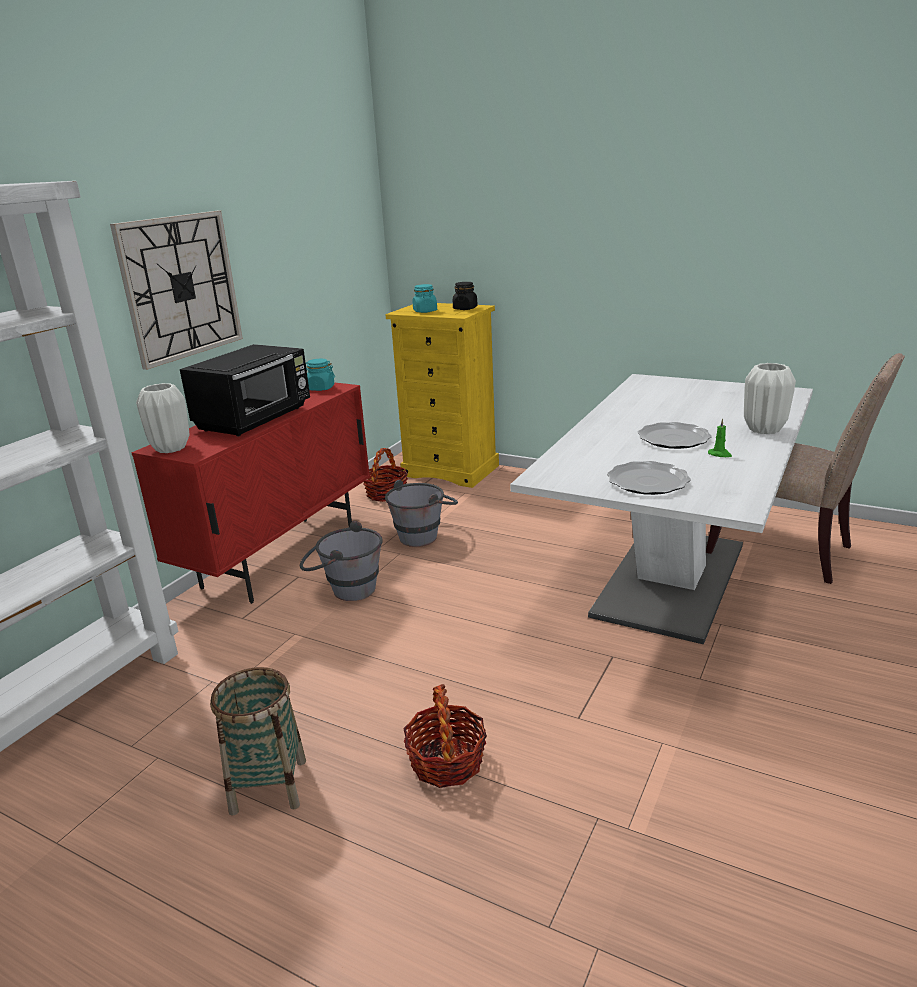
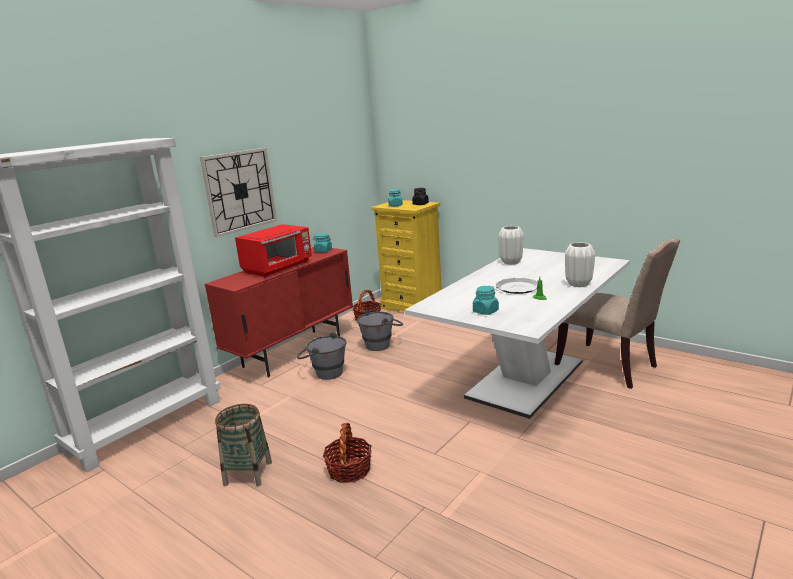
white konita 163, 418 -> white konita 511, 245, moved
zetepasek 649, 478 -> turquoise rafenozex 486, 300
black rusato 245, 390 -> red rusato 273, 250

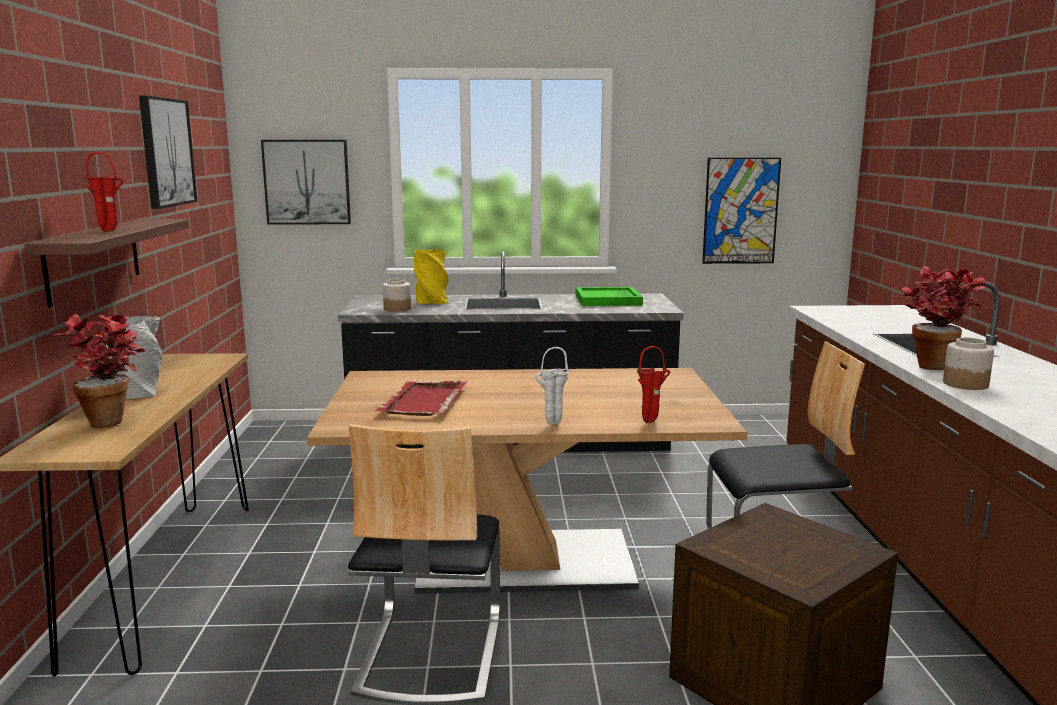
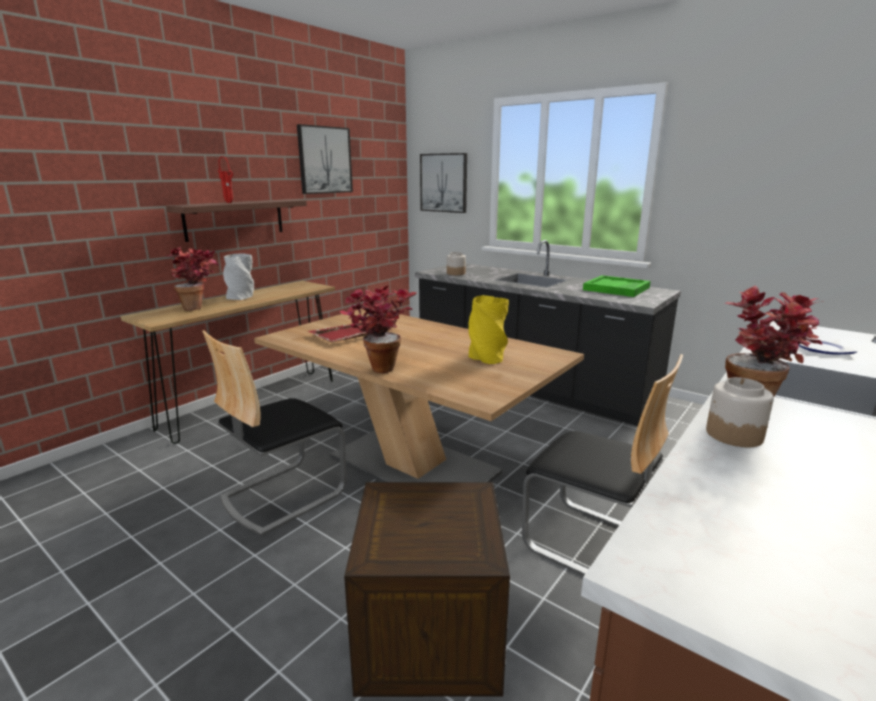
red konita 654, 384 -> none
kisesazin 741, 211 -> none
none -> zetepasek 828, 346
yellow konita 431, 277 -> yellow konita 488, 329, moved
white konita 552, 386 -> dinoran 378, 329

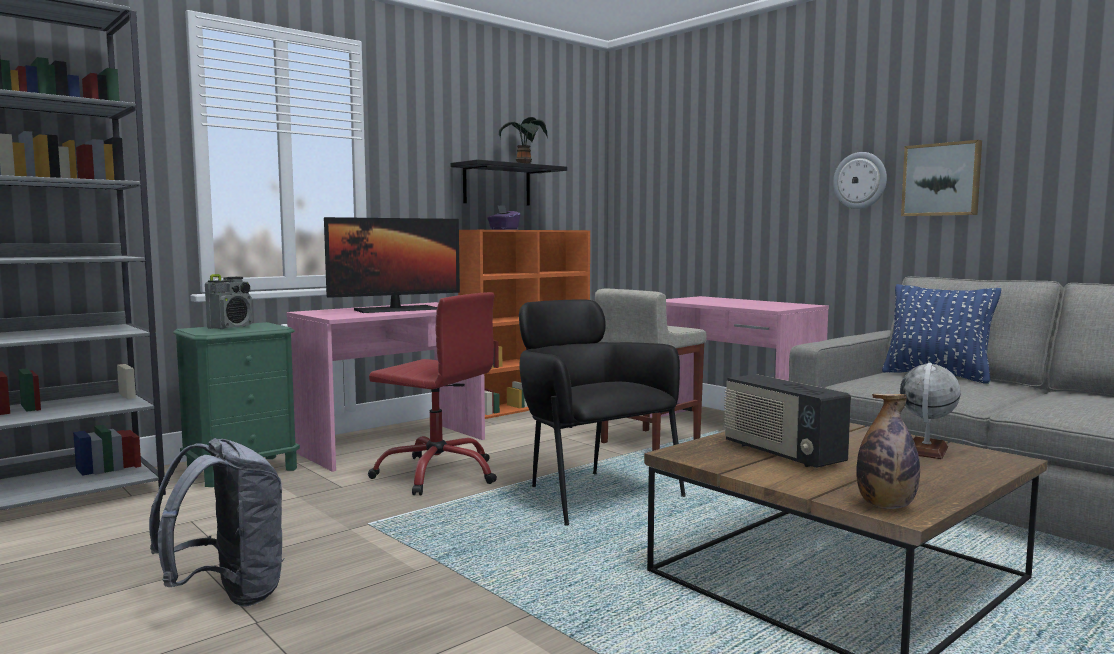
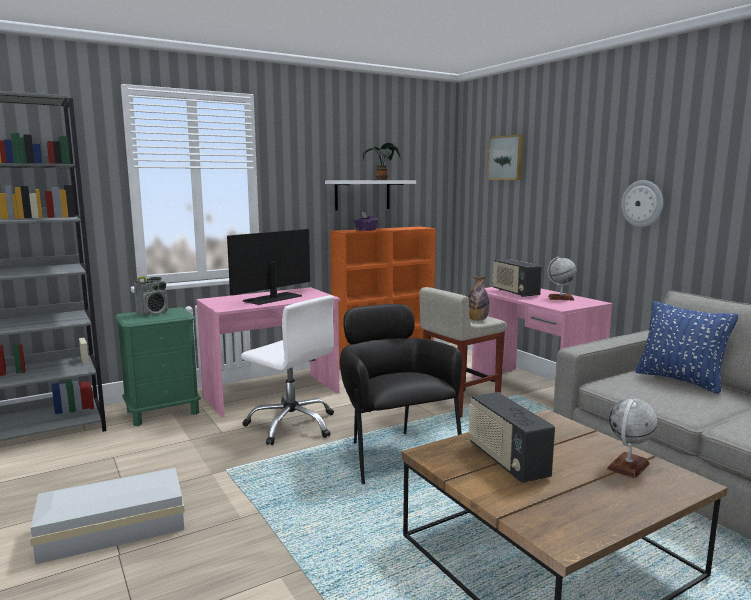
none -> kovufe 517, 278
none -> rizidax 561, 278
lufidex 888, 451 -> lufidex 478, 299, moved
kisesazin 941, 178 -> kisesazin 506, 157, moved
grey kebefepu 217, 522 -> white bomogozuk 107, 516
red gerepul 432, 393 -> white gerepul 287, 370
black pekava 509, 182 -> white pekava 370, 196
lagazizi 392, 265 -> lagazizi 268, 267, 150 degrees clockwise

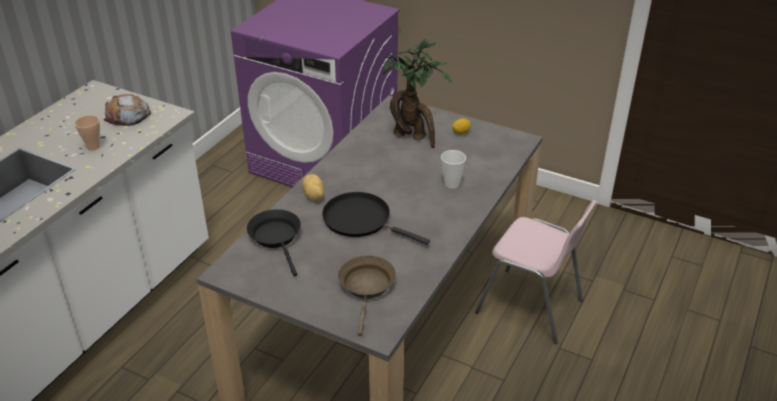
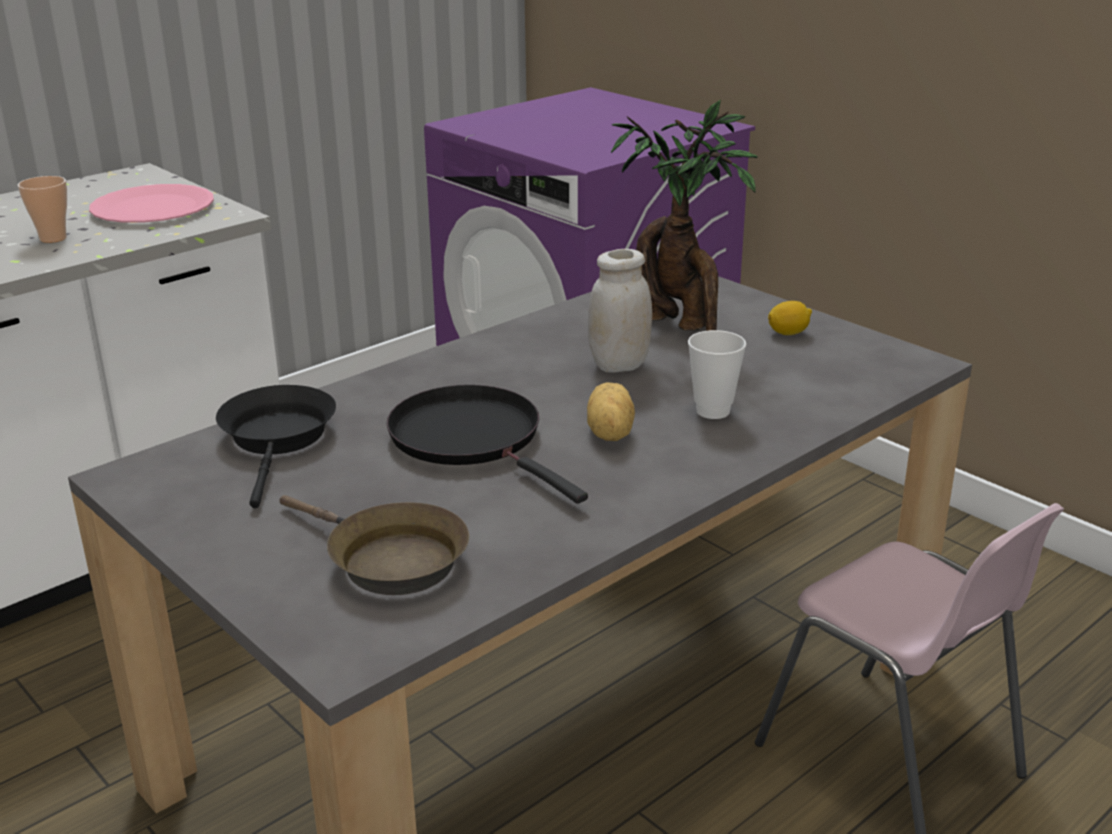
none -> white rafenozex 620, 311
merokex 313, 187 -> merokex 611, 411, moved
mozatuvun 127, 110 -> pink zetepasek 151, 203
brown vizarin 367, 295 -> brown vizarin 374, 545, 105 degrees clockwise

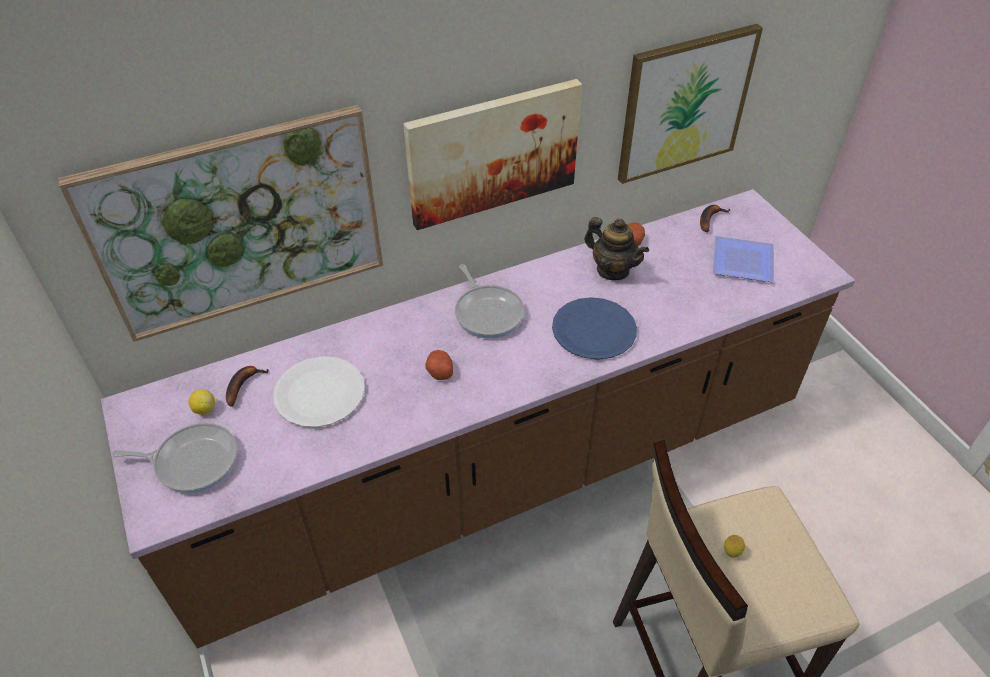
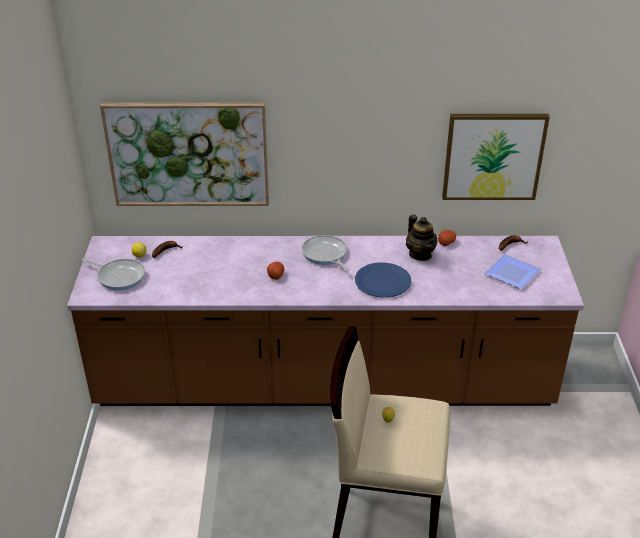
white zetepasek 319, 391 -> none
kisesazin 492, 154 -> none
vizarin 490, 301 -> vizarin 325, 253, 150 degrees clockwise

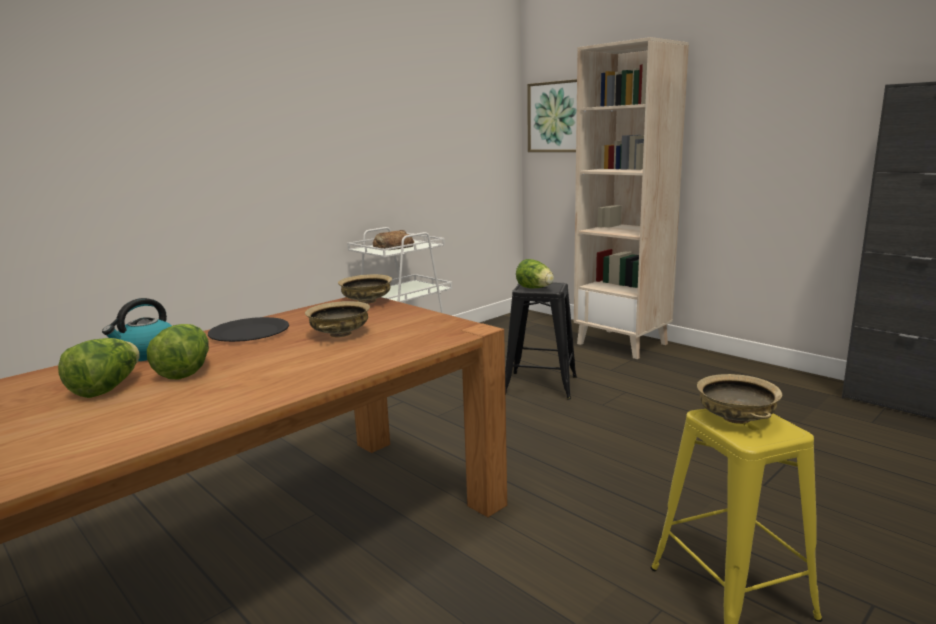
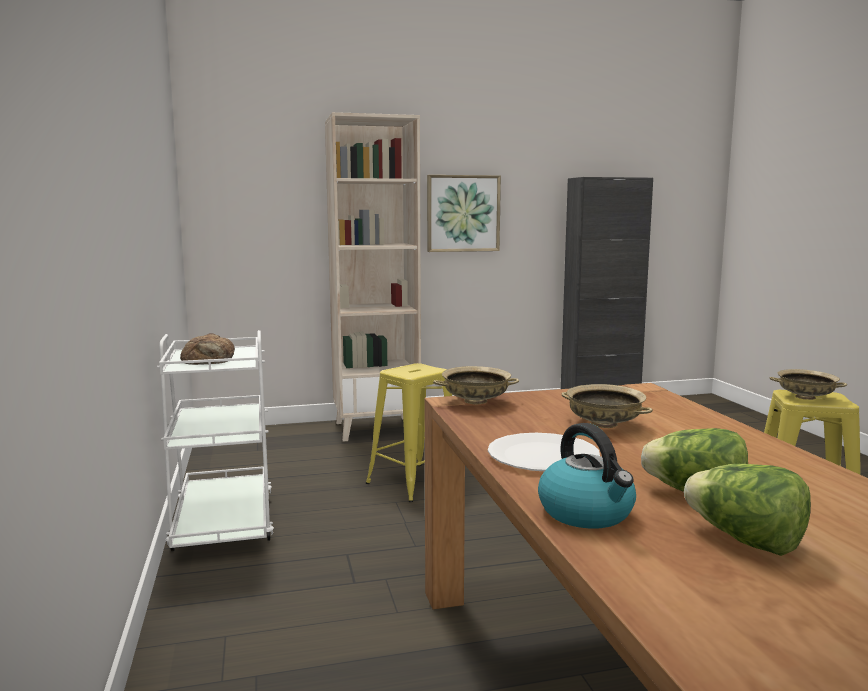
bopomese 535, 273 -> none
kisesazin 552, 115 -> kisesazin 464, 213, moved
black zetepasek 248, 329 -> white zetepasek 544, 452
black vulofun 541, 341 -> yellow vulofun 409, 432

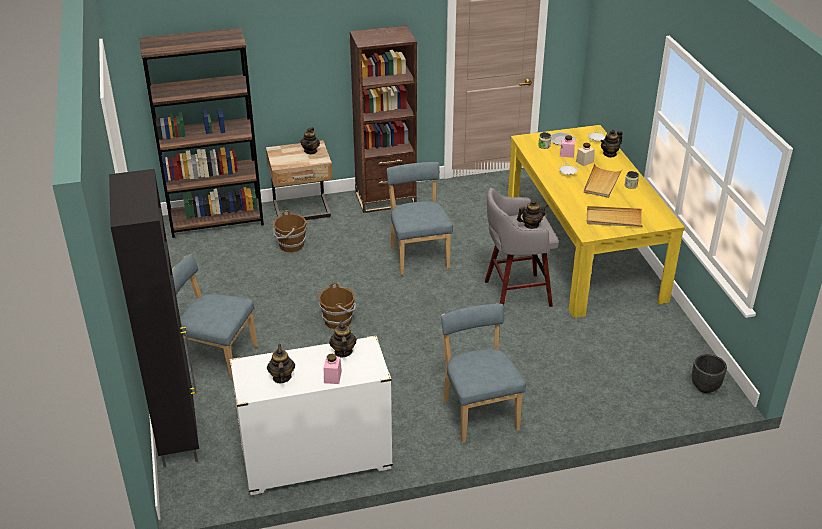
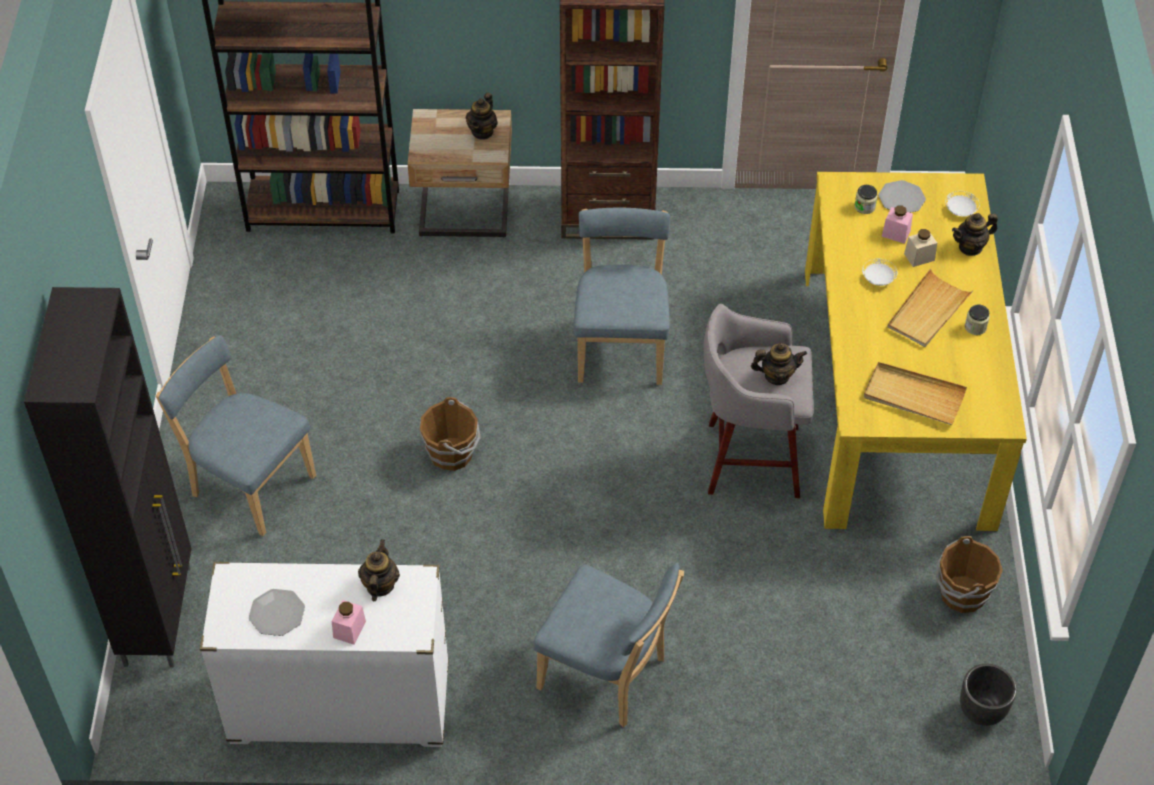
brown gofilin 290, 231 -> brown gofilin 969, 574, moved
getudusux 281, 363 -> zetepasek 277, 612
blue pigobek 483, 373 -> blue pigobek 608, 645, 120 degrees clockwise

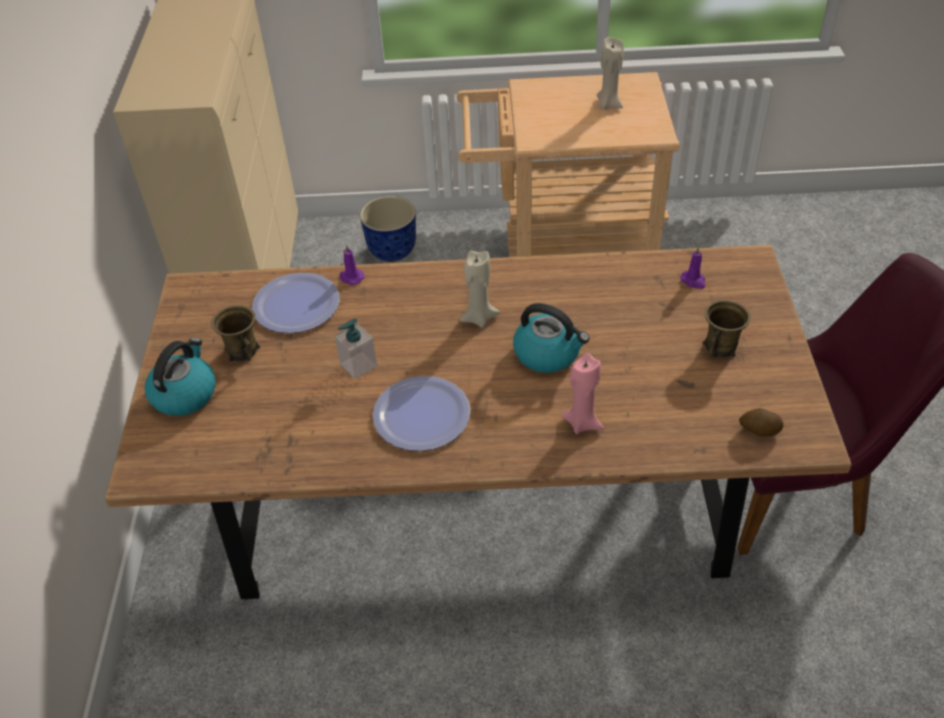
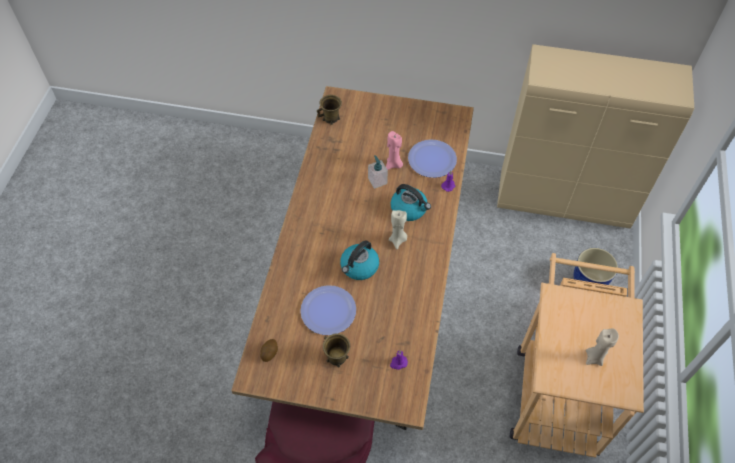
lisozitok 180, 377 -> lisozitok 411, 202, moved
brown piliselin 235, 333 -> brown piliselin 329, 110, moved
zetepasek 421, 413 -> zetepasek 328, 310, moved
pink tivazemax 582, 393 -> pink tivazemax 394, 150, moved

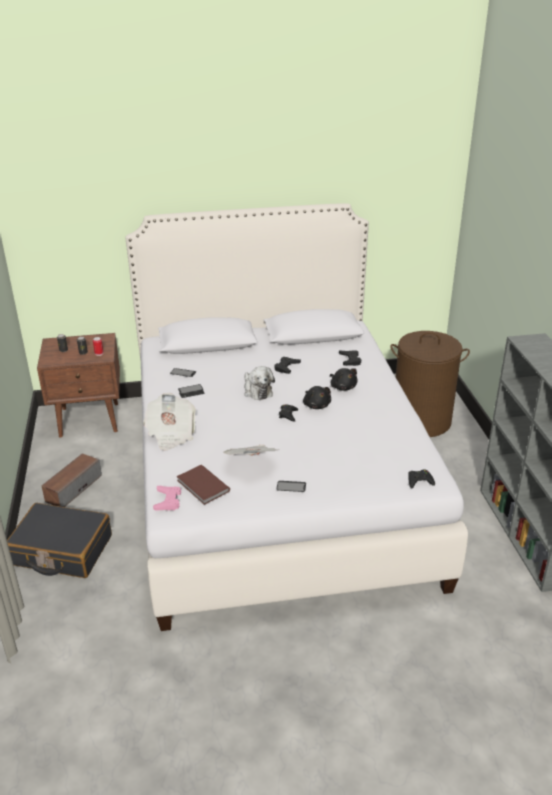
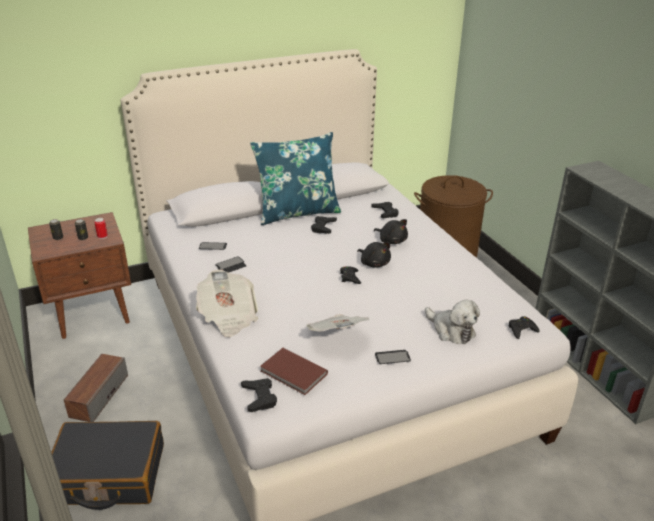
none -> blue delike 295, 178
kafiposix 259, 383 -> kafiposix 452, 322, moved
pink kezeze 167, 498 -> black kezeze 259, 395

